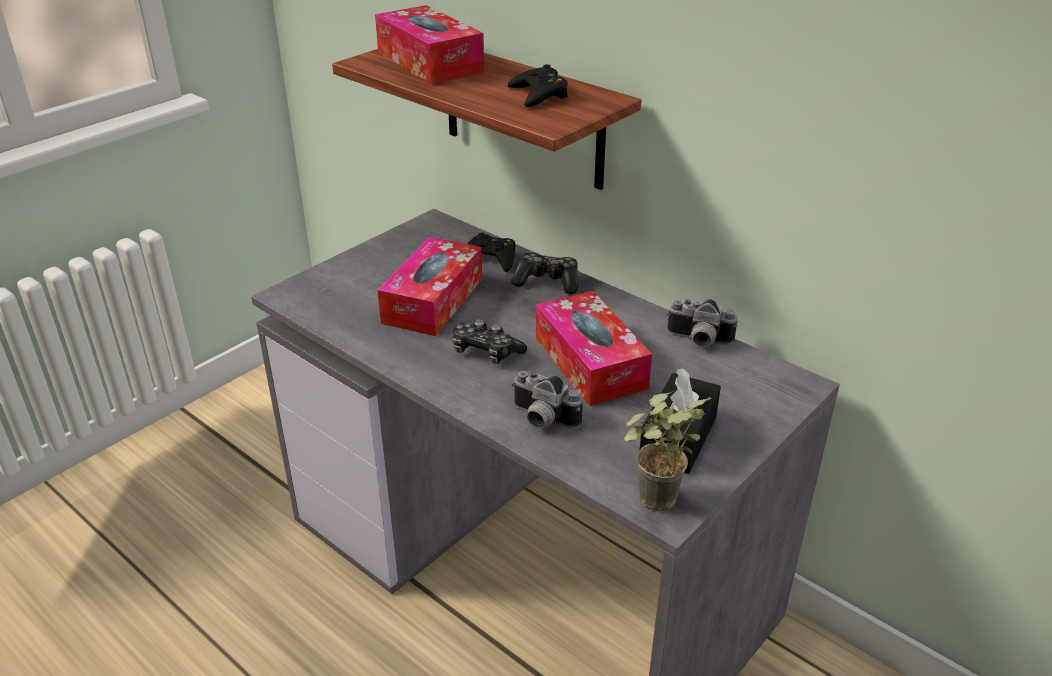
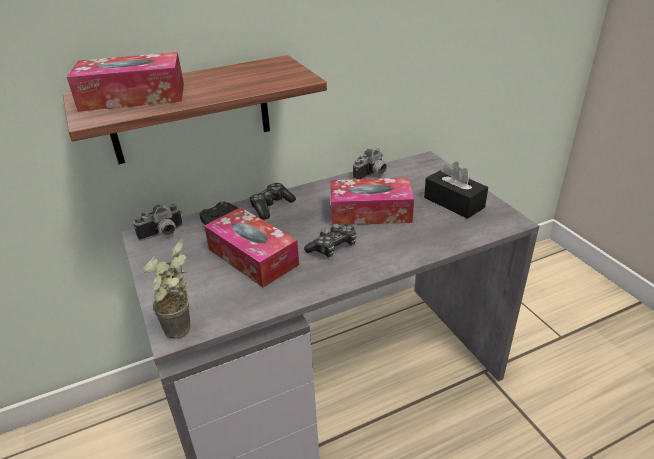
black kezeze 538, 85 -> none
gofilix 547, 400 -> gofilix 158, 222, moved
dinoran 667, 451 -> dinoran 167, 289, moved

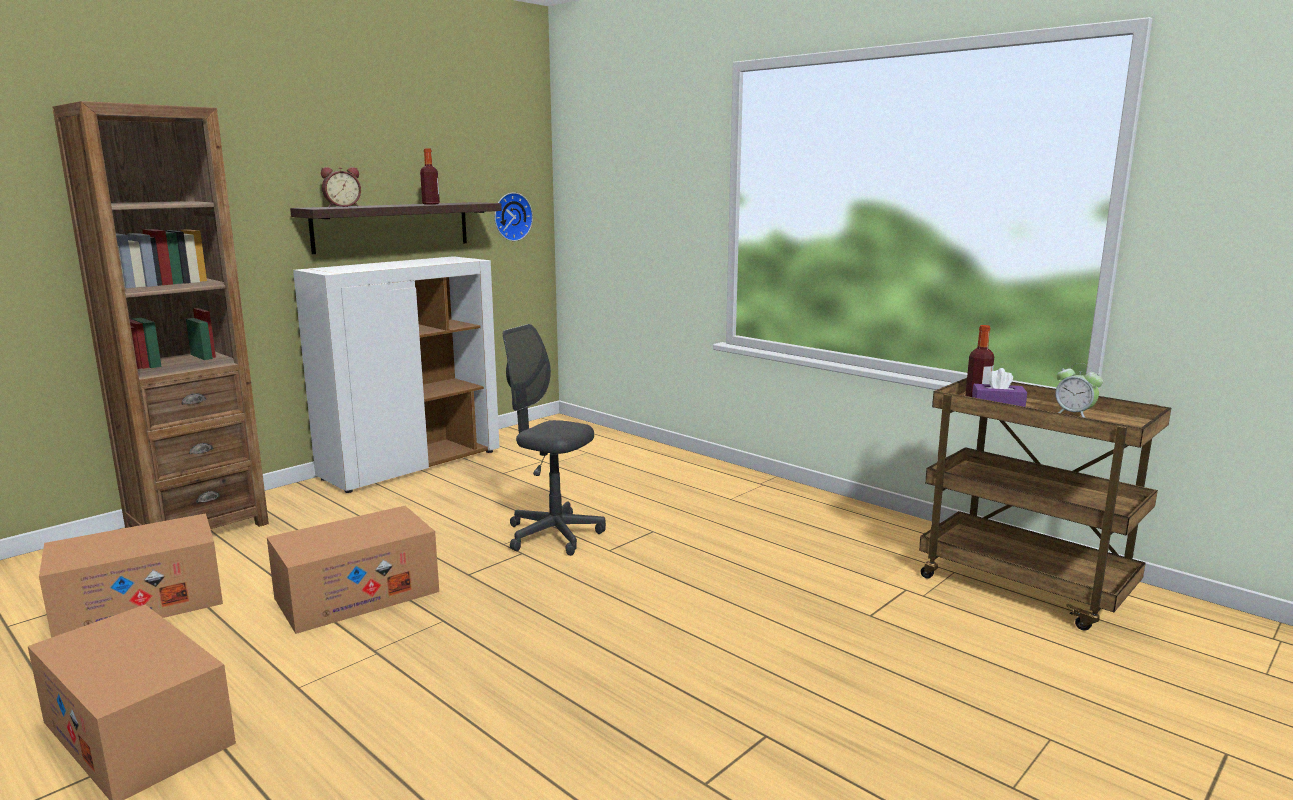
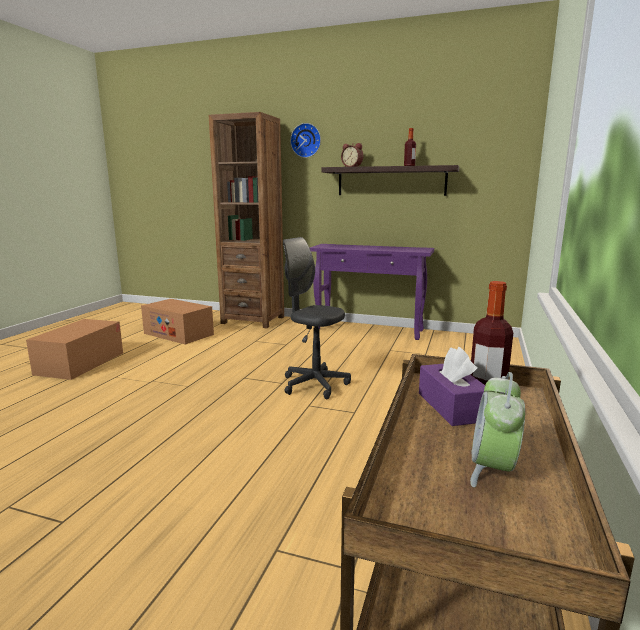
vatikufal 353, 570 -> none
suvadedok 514, 216 -> suvadedok 305, 140, moved
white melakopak 396, 374 -> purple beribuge 372, 292
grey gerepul 554, 440 -> grey gerepul 317, 318, 60 degrees counterclockwise

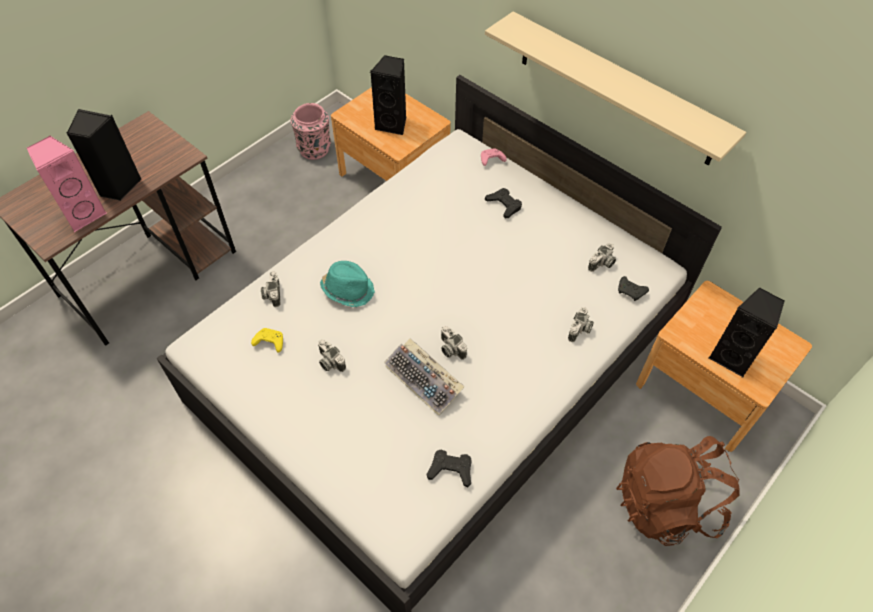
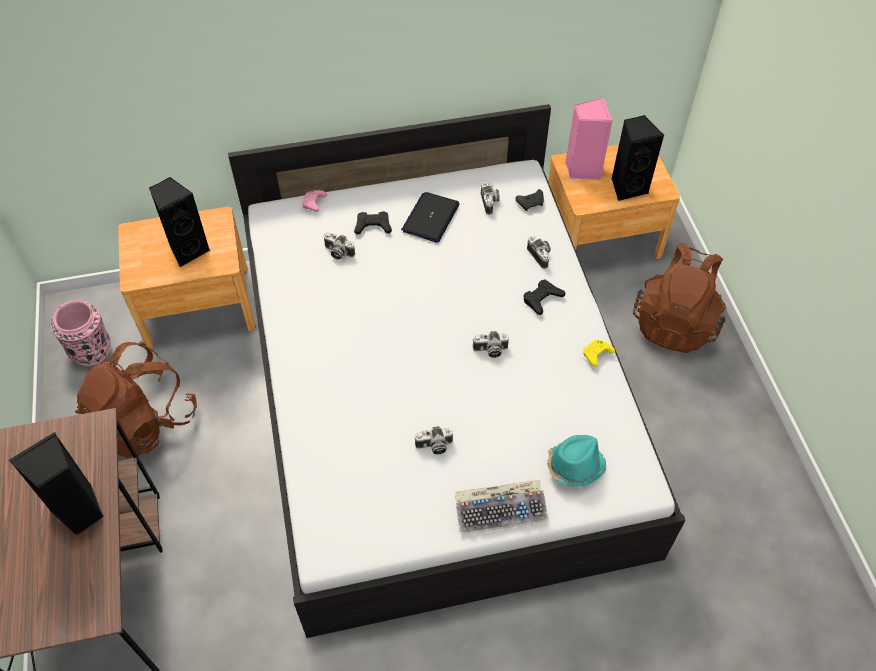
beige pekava 615, 88 -> none
none -> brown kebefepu 136, 399
none -> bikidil 430, 217
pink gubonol 67, 183 -> pink gubonol 589, 139, moved
yellow kezeze 267, 340 -> yellow kezeze 599, 353, moved
gofilix 270, 289 -> gofilix 339, 246, moved
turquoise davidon 347, 284 -> turquoise davidon 576, 461, moved
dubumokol 424, 377 -> dubumokol 501, 507, moved
black kezeze 449, 468 -> black kezeze 544, 297, moved

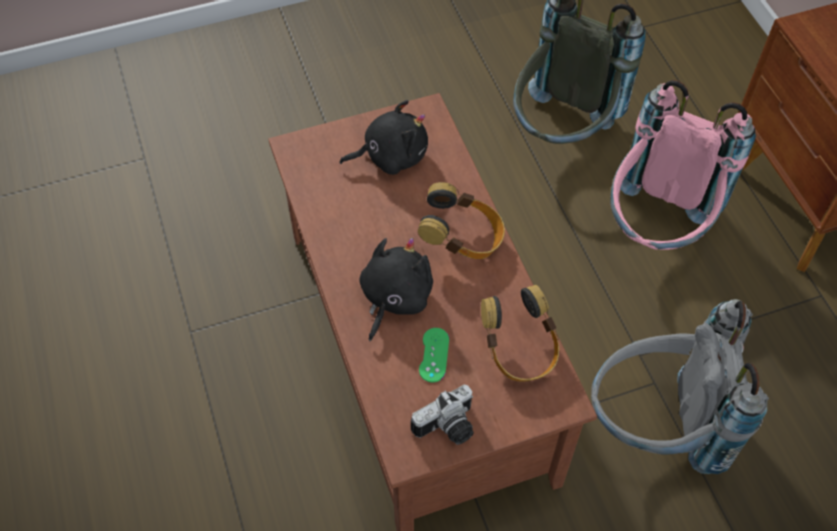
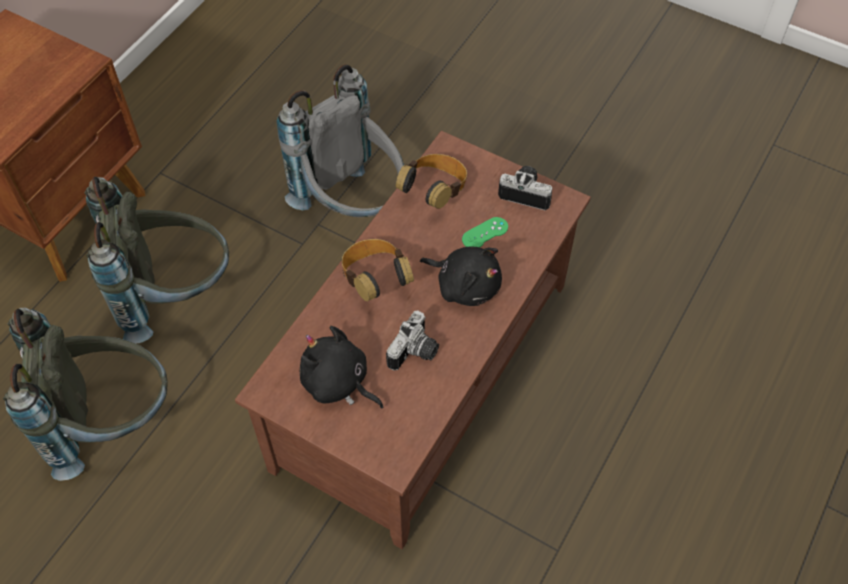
none -> gofilix 412, 340
pink kebefepu 683, 165 -> grey kebefepu 156, 260
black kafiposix 396, 289 -> black kafiposix 461, 276, 135 degrees counterclockwise

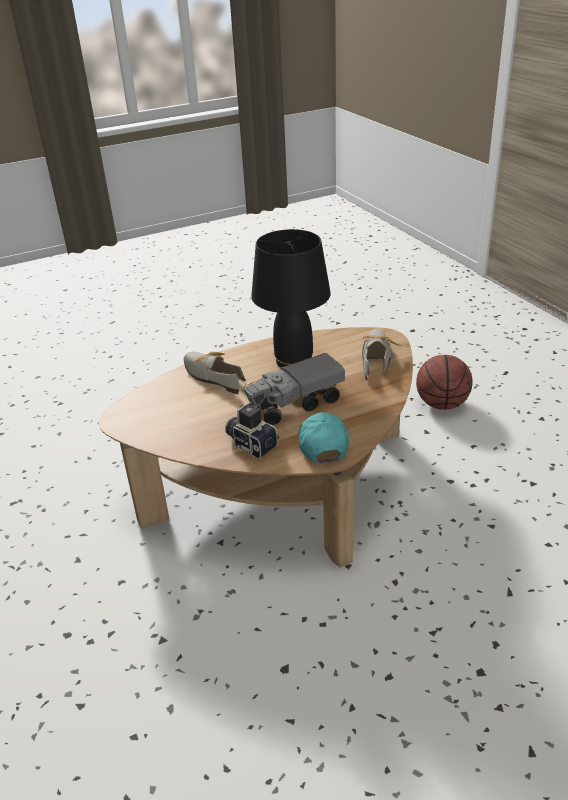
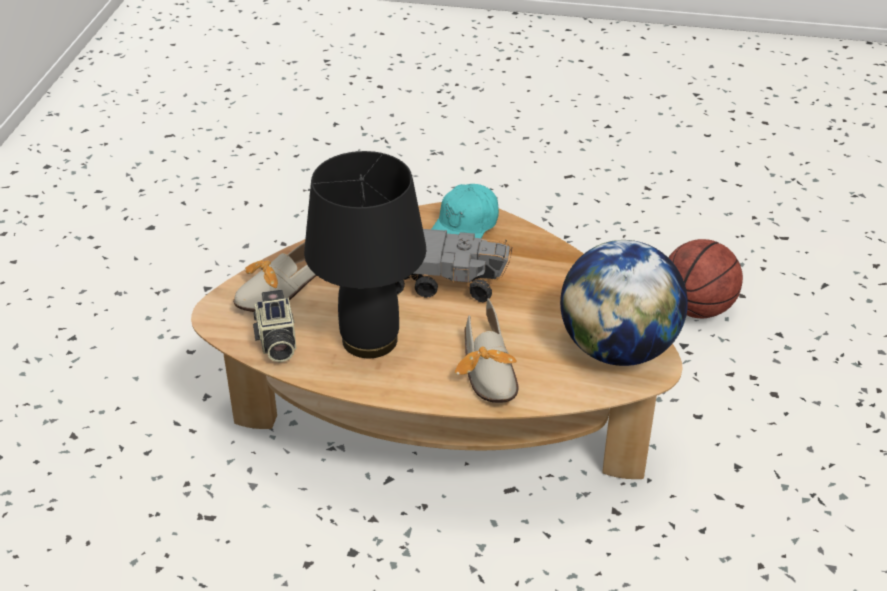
none -> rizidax 624, 303
gofilix 252, 430 -> gofilix 274, 326, moved
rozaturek 444, 382 -> rozaturek 705, 278, moved

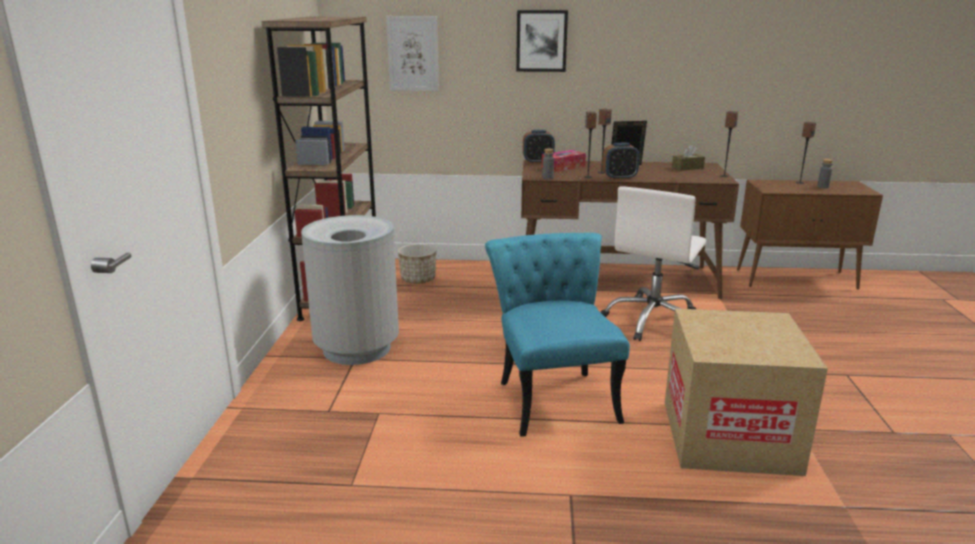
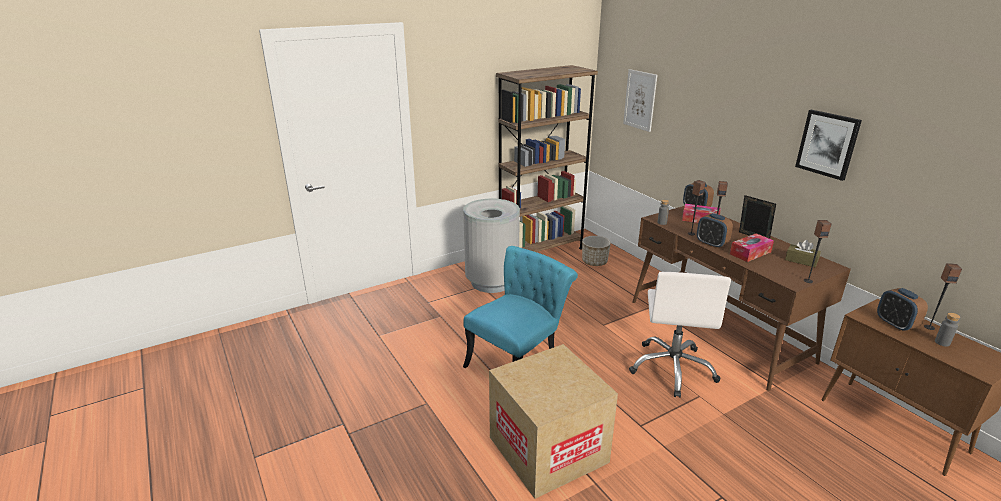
none -> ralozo 752, 247
none -> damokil 902, 309
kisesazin 542, 41 -> kisesazin 828, 145, moved
white gerepul 653, 263 -> white gerepul 680, 335, 75 degrees counterclockwise

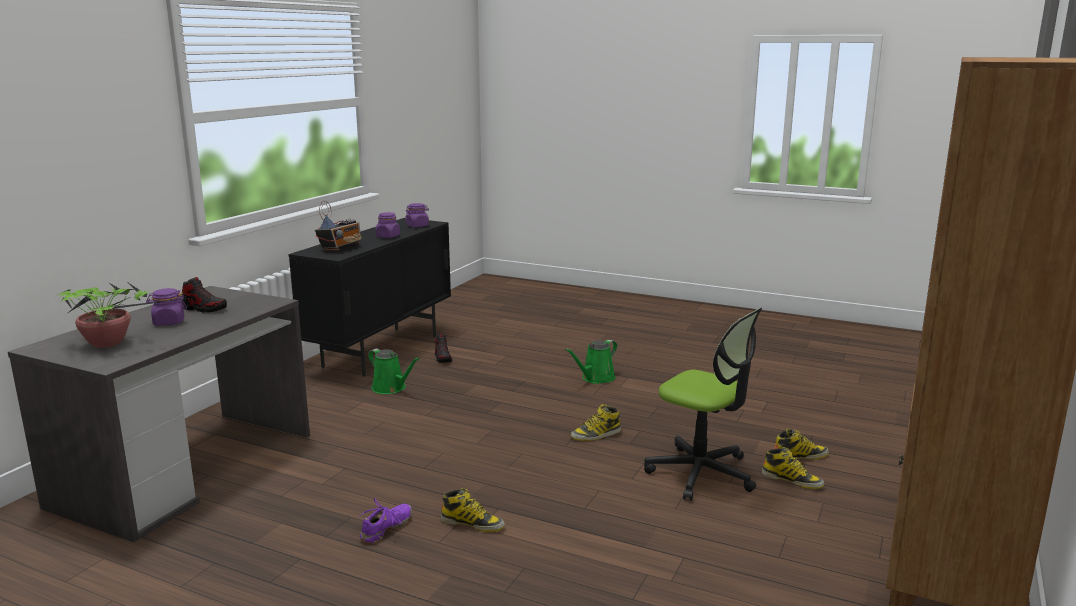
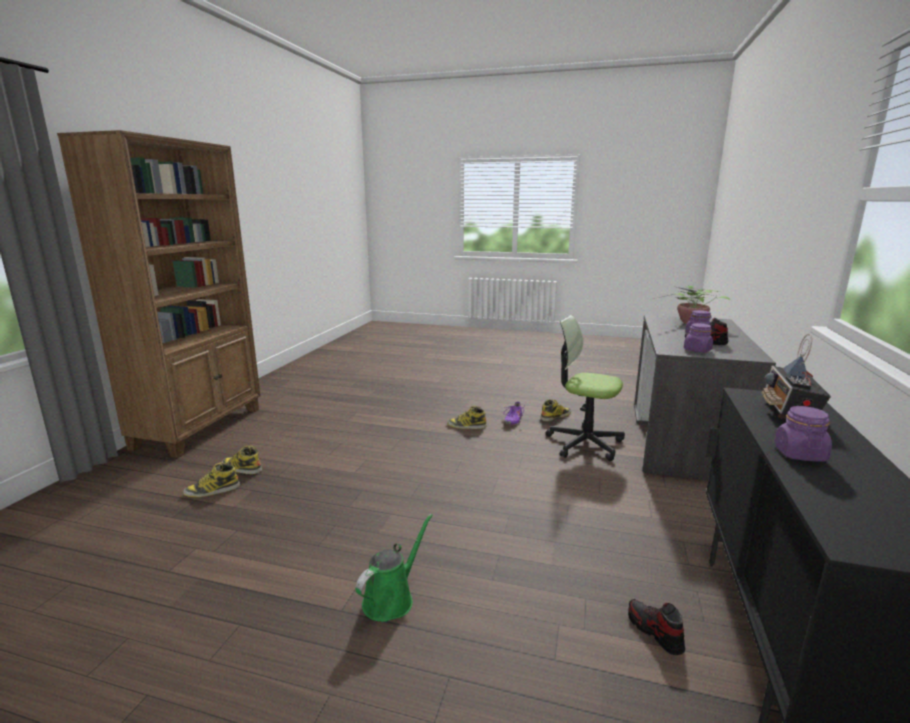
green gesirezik 394, 371 -> none
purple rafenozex 417, 215 -> purple rafenozex 698, 338, moved
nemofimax 595, 422 -> nemofimax 556, 410, moved
gerepul 703, 404 -> gerepul 585, 388, moved

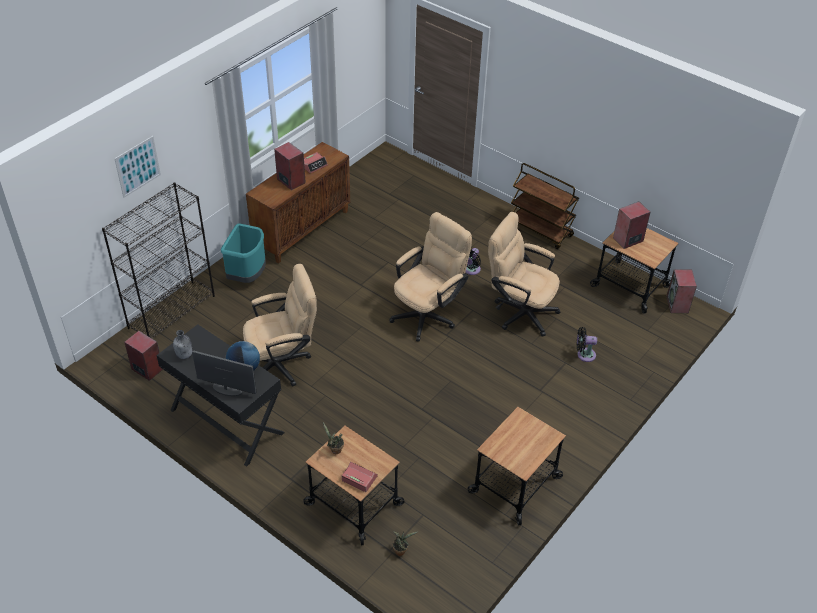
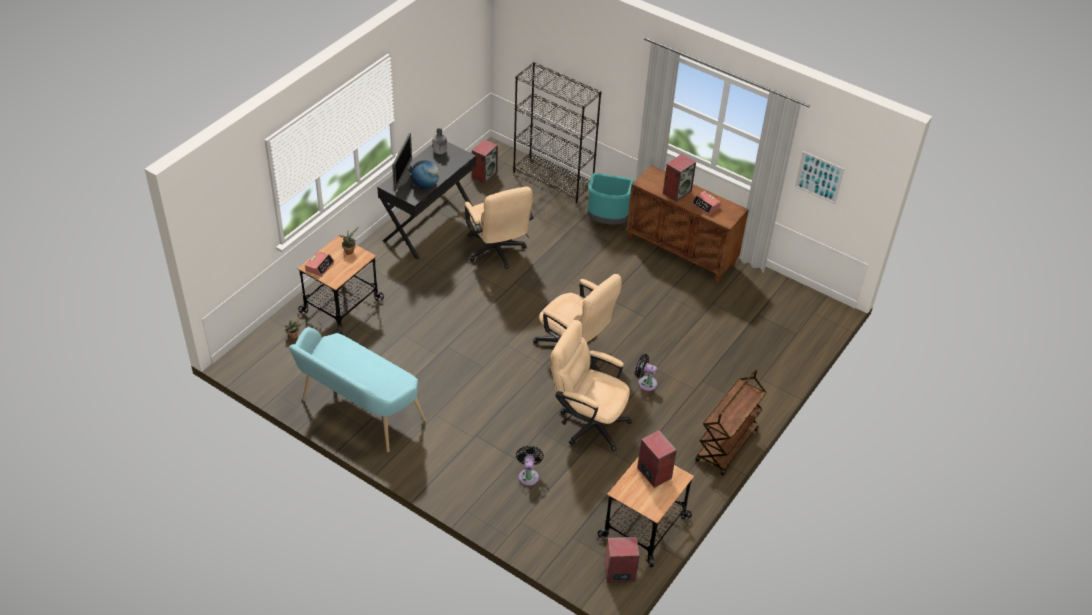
kisesazin 137, 167 -> kisesazin 819, 177, moved
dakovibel 517, 466 -> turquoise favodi 357, 389
beige gerepul 524, 274 -> beige gerepul 591, 385, 90 degrees counterclockwise

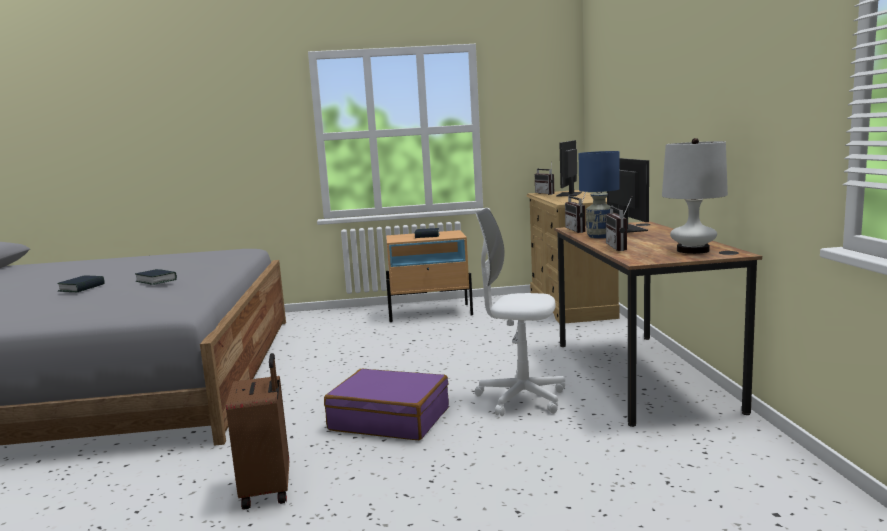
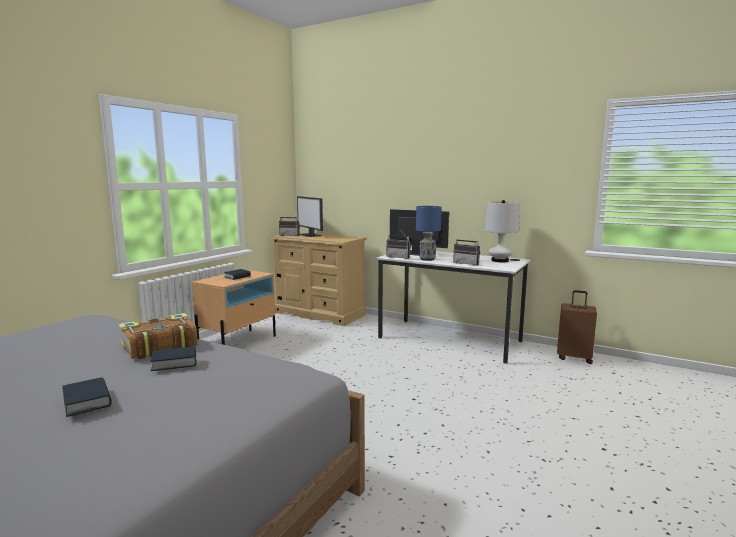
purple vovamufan 386, 404 -> none
white gerepul 520, 312 -> none
none -> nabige 158, 336
brown vovamufan 257, 431 -> brown vovamufan 577, 327, moved
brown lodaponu 658, 324 -> white lodaponu 453, 306

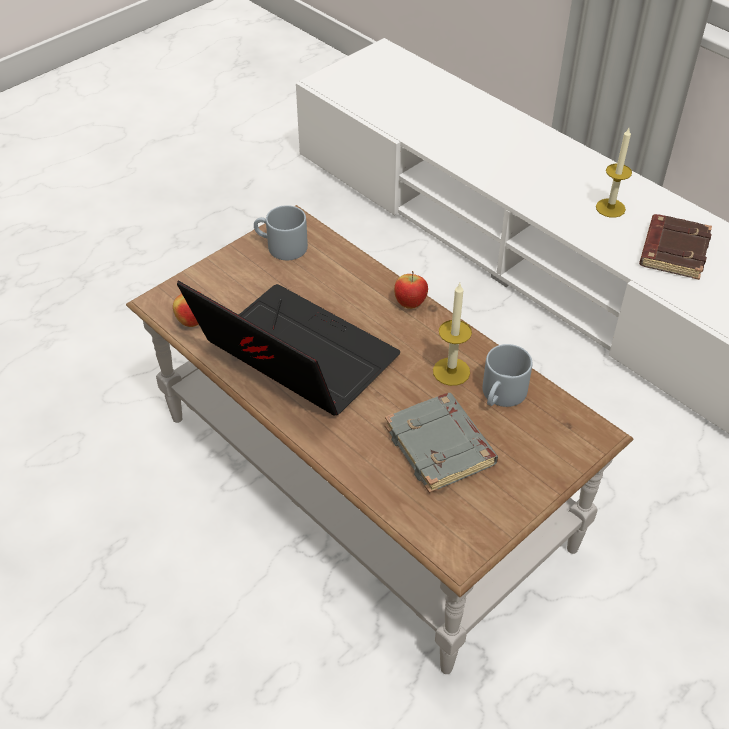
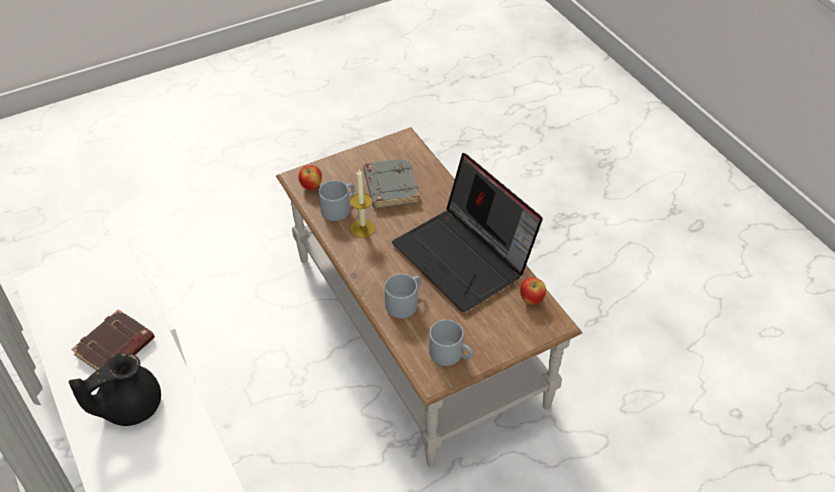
none -> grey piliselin 403, 296
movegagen 411, 290 -> movegagen 310, 177, moved
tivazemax 614, 173 -> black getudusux 115, 389

